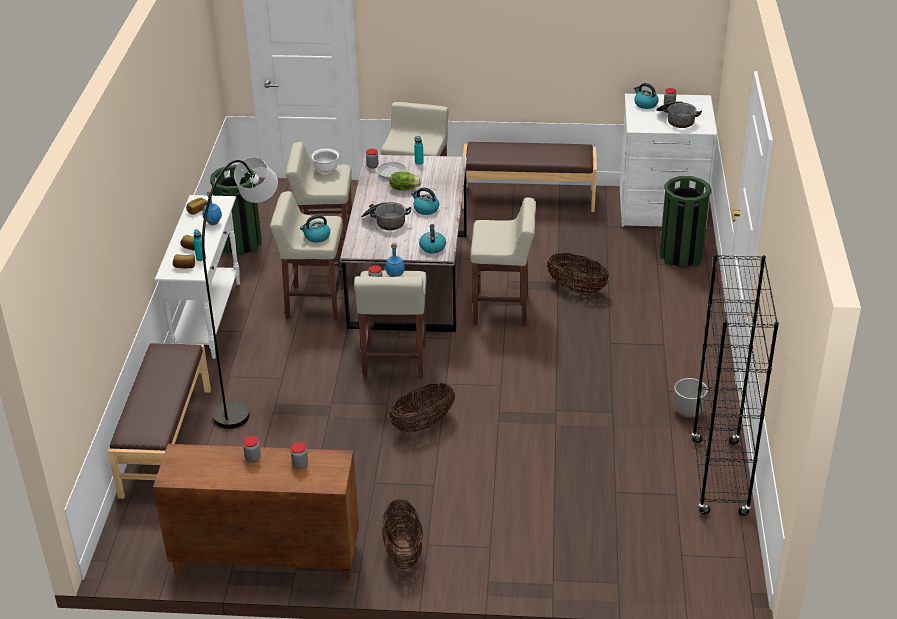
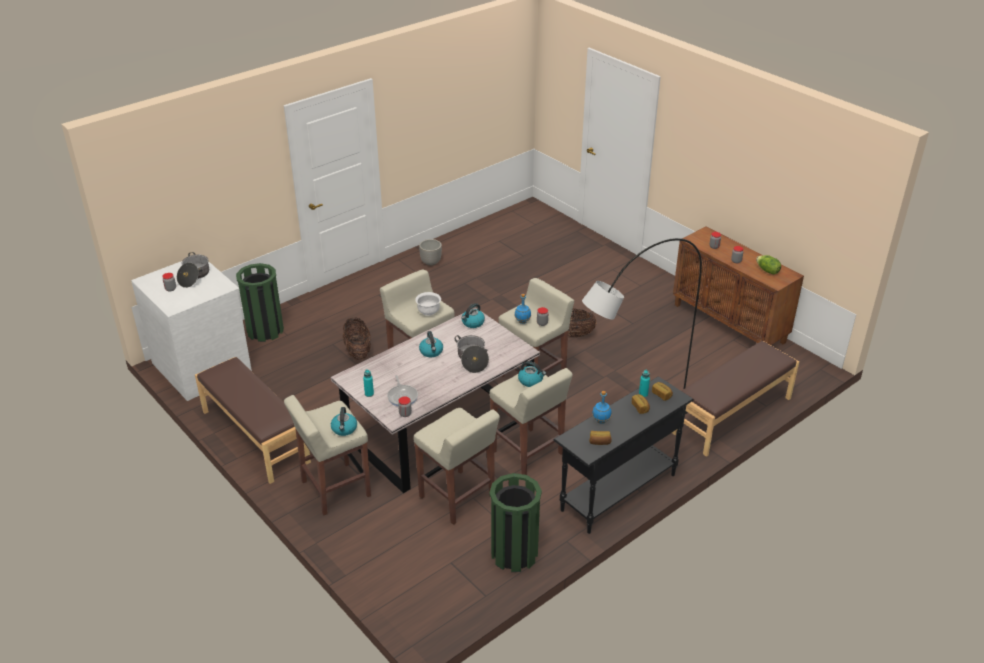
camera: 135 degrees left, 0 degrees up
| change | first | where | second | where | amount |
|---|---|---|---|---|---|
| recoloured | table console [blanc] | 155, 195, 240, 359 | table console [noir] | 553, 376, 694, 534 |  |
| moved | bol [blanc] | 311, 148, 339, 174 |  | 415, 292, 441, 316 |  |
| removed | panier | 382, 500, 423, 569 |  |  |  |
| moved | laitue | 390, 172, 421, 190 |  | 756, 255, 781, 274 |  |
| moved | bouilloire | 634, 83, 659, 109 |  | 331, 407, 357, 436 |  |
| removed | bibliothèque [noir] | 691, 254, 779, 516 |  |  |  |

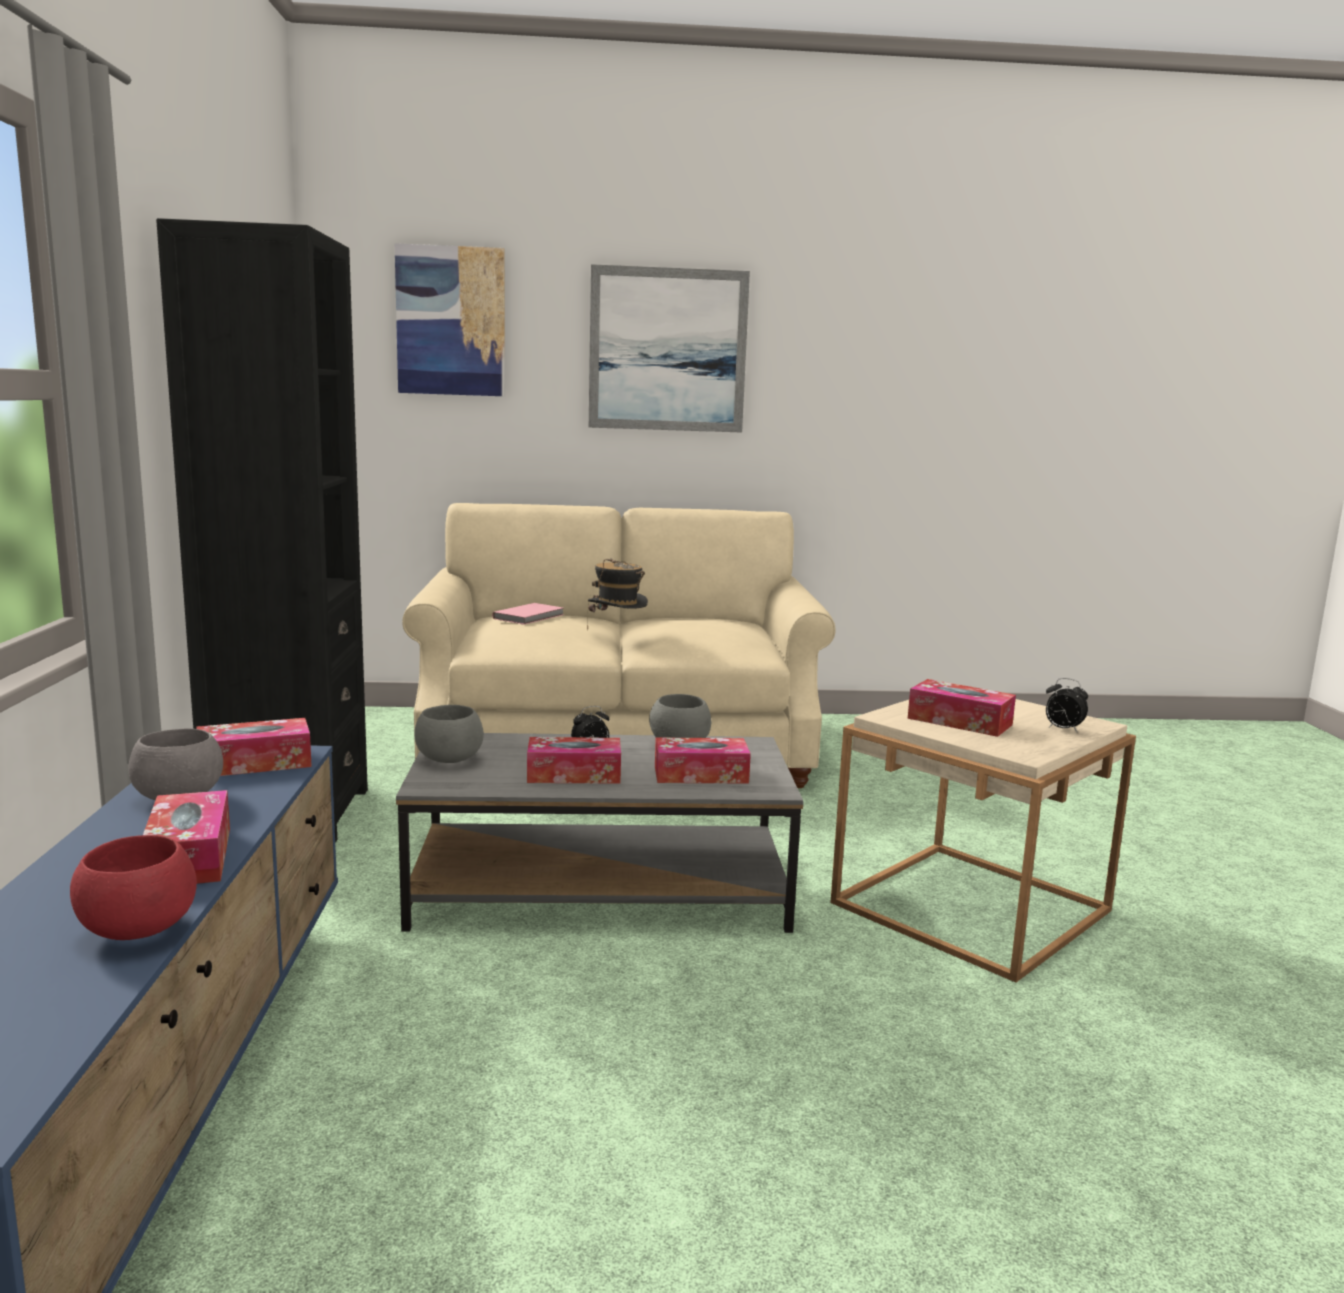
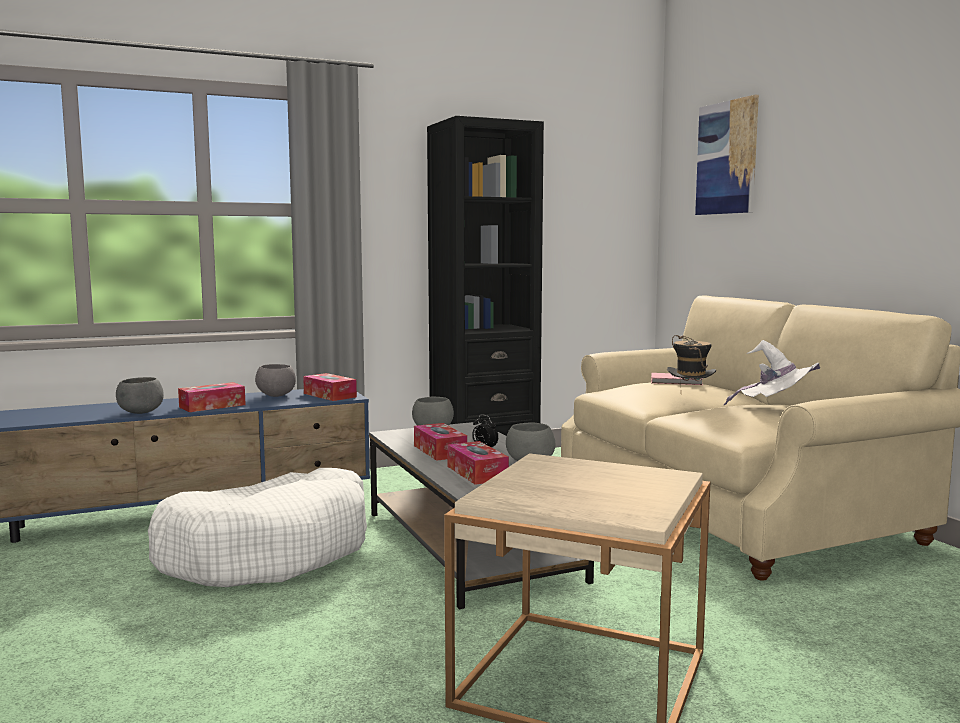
camera: 70 degrees right, 5 degrees down
| change | first | where | second | where | amount |
|---|---|---|---|---|---|
| recoloured | bol [rouge] | 70, 835, 197, 940 | bol [gris] | 116, 377, 164, 414 |  |
| removed | tableau | 589, 264, 750, 433 |  |  |  |
| removed | boîte à mouchoirs | 908, 679, 1016, 737 |  |  |  |
| removed | réveil | 1046, 678, 1088, 732 |  |  |  |
| added |  |  | panier pour chien [blanc] | 148, 468, 367, 587 |  |
| added |  |  | chapeau [blanc] | 724, 340, 820, 405 |  |

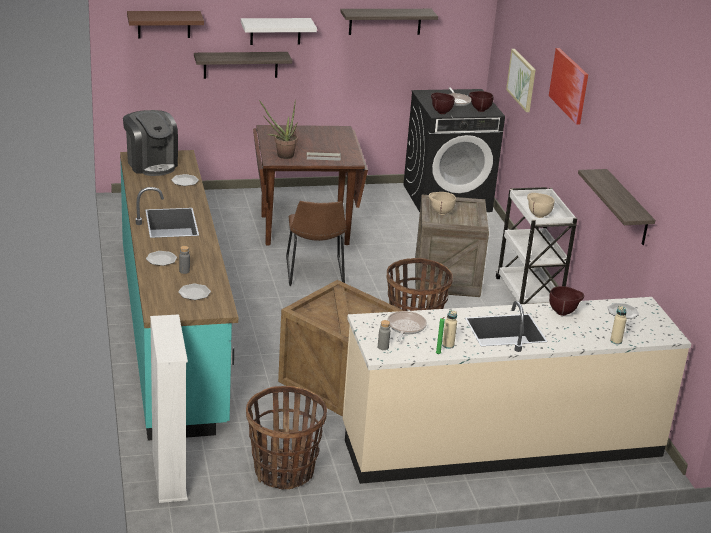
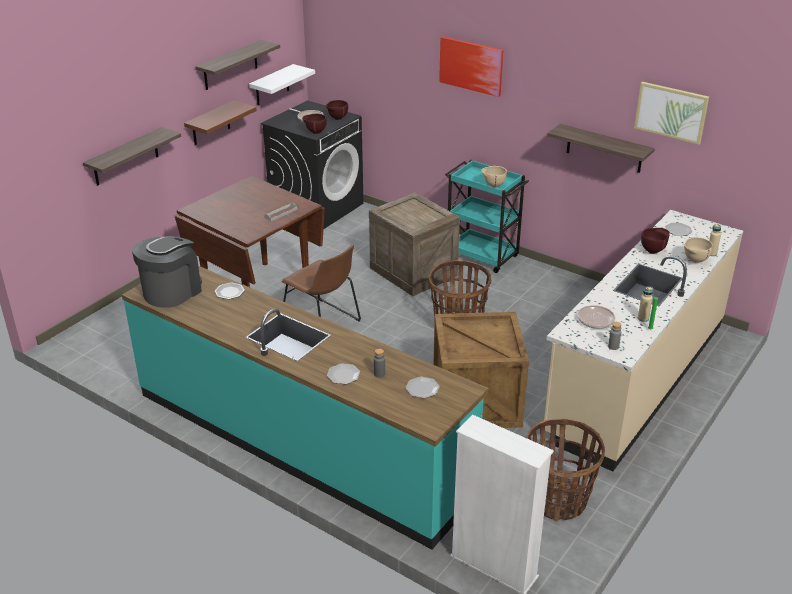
camera: 40 degrees left, 5 degrees up
| change | first | where | second | where | amount |
|---|---|---|---|---|---|
| turned | machine à café | 123, 110, 178, 176 |  | 132, 236, 202, 308 | 75 degrees counterclockwise |
| moved | étagère [marron] | 127, 11, 204, 38 |  | 184, 100, 257, 145 |  |
| moved | étagère [blanc] | 241, 18, 317, 45 |  | 249, 64, 315, 105 |  |
| removed | plante en pot | 259, 100, 298, 159 |  |  |  |
| moved | bol [beige] | 429, 192, 456, 215 |  | 684, 237, 713, 263 |  |
| recoloured | chariot [blanc] | 496, 187, 577, 304 | chariot [turquoise] | 445, 160, 529, 273 |  |
| moved | tableau | 506, 49, 536, 112 |  | 634, 82, 709, 145 |  |

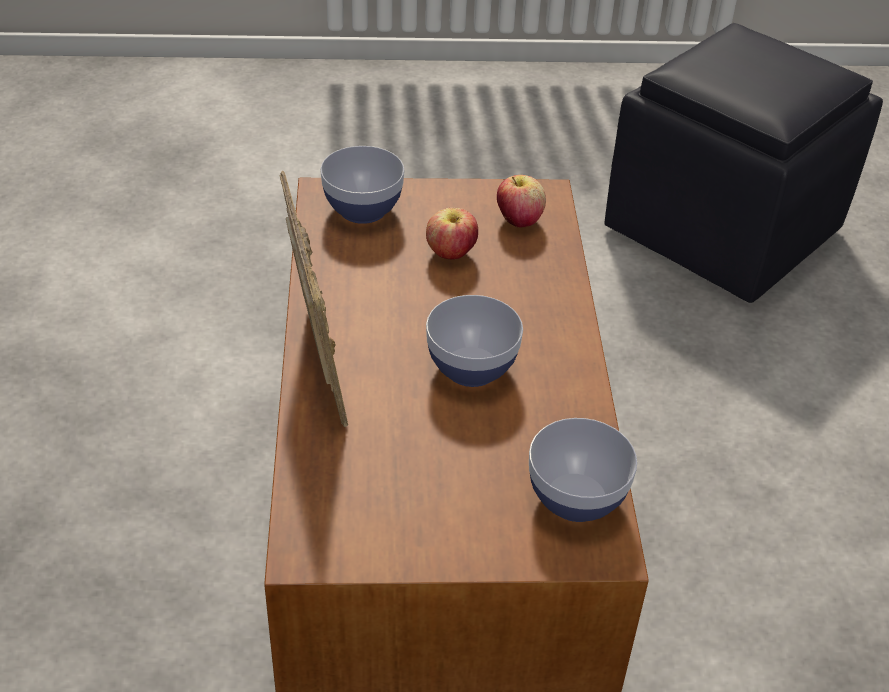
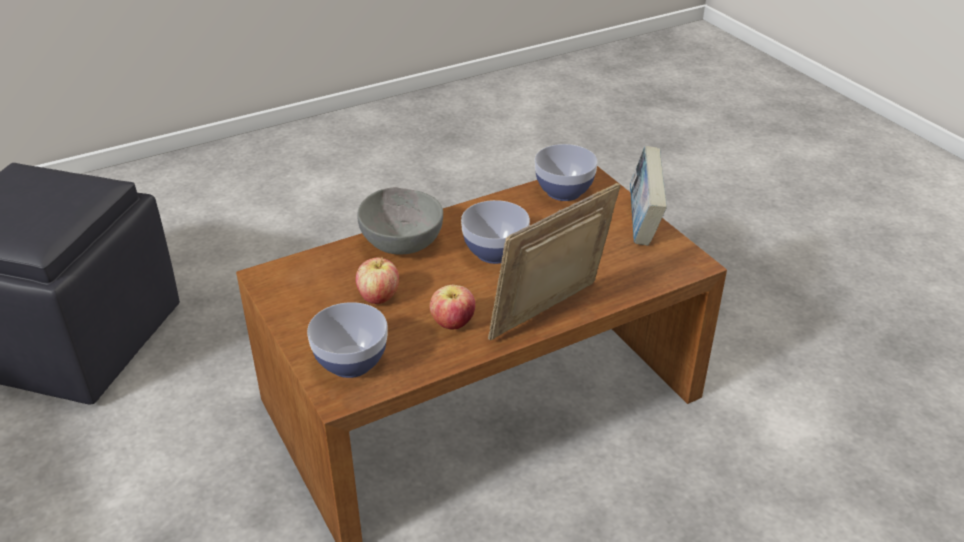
camera: 115 degrees left, 5 degrees down
| change | first | where | second | where | amount |
|---|---|---|---|---|---|
| moved | pomme | 497, 175, 546, 228 |  | 430, 285, 475, 329 |  |
| added |  |  | bol [gris] | 357, 187, 443, 255 |  |
| added |  |  | livre | 630, 146, 667, 245 |  |

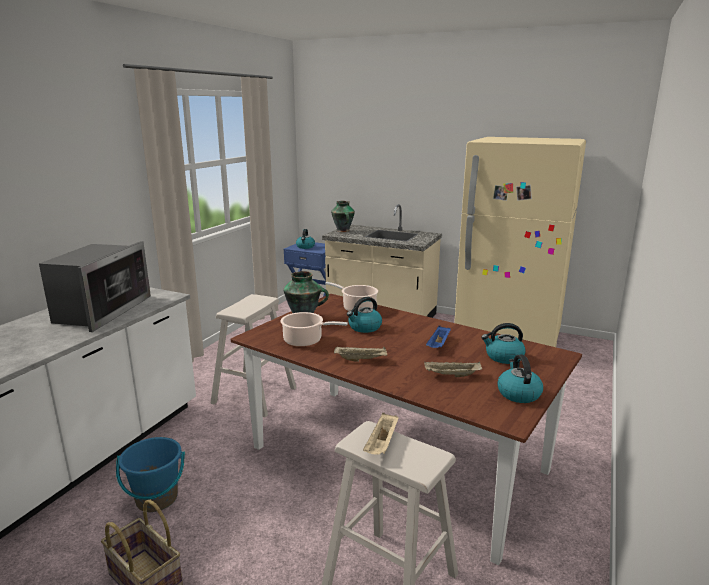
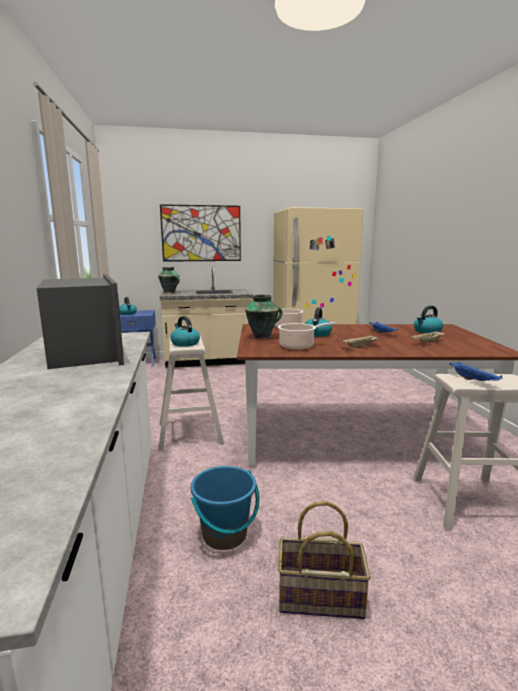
camera: 35 degrees left, 5 degrees down
| change | first | where | second | where | amount |
|---|---|---|---|---|---|
| recoloured | plateau [beige] | 363, 412, 399, 455 | plateau [bleu] | 449, 362, 502, 381 |  |
| moved | bouilloire | 497, 355, 543, 403 |  | 170, 316, 200, 347 |  |
| added |  |  | tableau | 160, 204, 241, 262 |  |

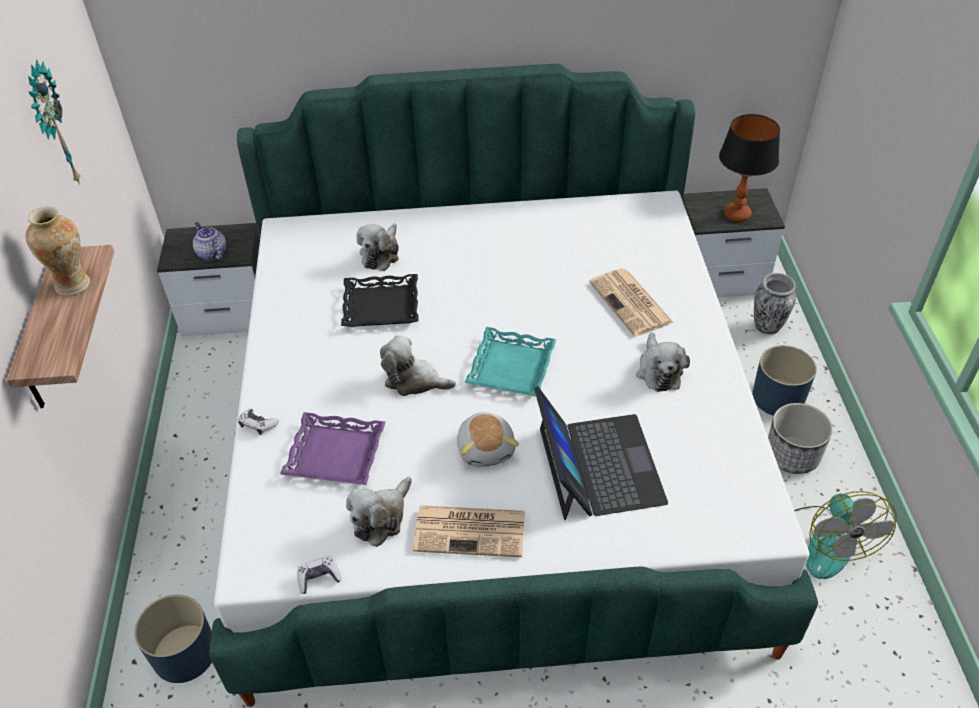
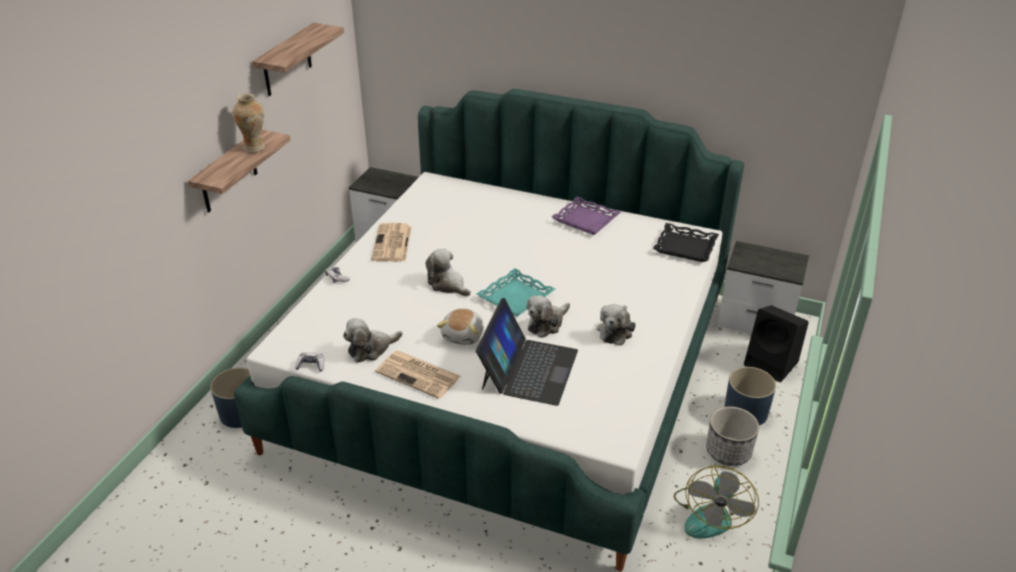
camera: 25 degrees right, 10 degrees down
| change | first | where | second | where | amount |
|---|---|---|---|---|---|
| replaced | horloge murale | 28, 60, 81, 185 | étagère | 252, 23, 344, 96 |  |
| removed | théière | 193, 222, 226, 261 |  |  |  |
| moved | plateau [violet] | 280, 412, 386, 485 |  | 552, 196, 621, 235 |  |
| moved | plateau [noir] | 341, 274, 419, 327 |  | 653, 223, 719, 262 |  |
| moved | peluche | 356, 223, 399, 271 |  | 526, 295, 570, 338 |  |
| moved | journal | 589, 269, 674, 336 |  | 371, 223, 411, 262 |  |
| removed | lampe de table | 719, 114, 780, 222 |  |  |  |
| replaced | vase | 754, 273, 796, 334 | enceinte [noir] | 744, 305, 809, 383 |  |

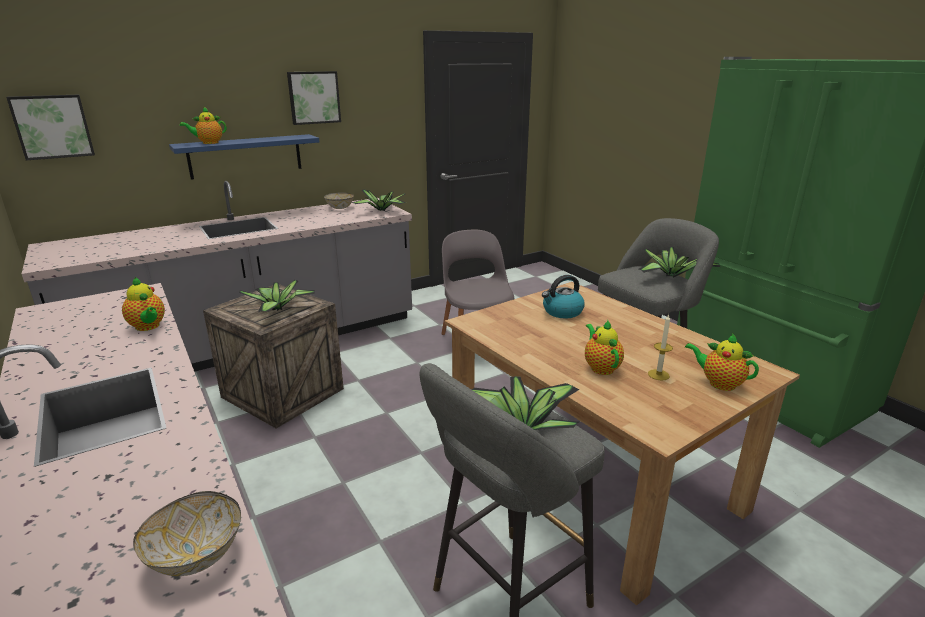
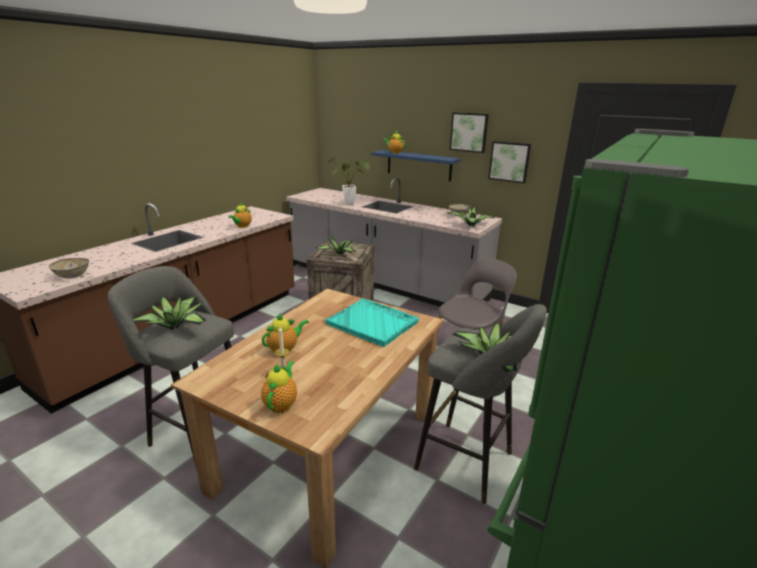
camera: 65 degrees right, 0 degrees up
| change | first | where | second | where | amount |
|---|---|---|---|---|---|
| moved | tableau | 6, 94, 95, 160 |  | 488, 141, 531, 183 |  |
| replaced | bouilloire | 542, 275, 585, 318 | plateau [turquoise] | 325, 298, 419, 347 |  |
| added |  |  | plante en pot | 328, 158, 369, 205 |  |

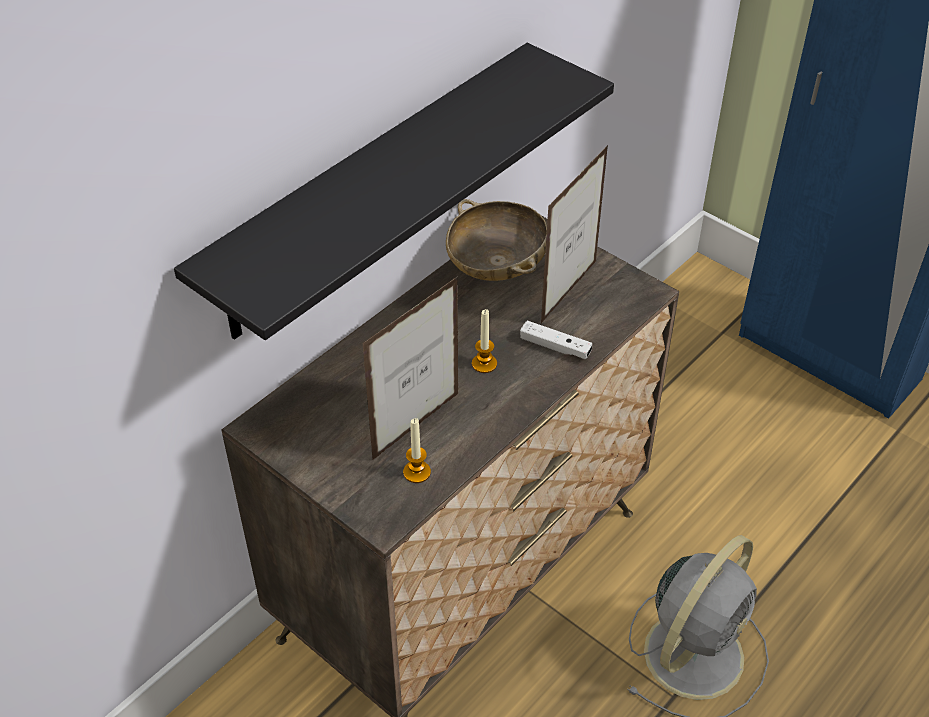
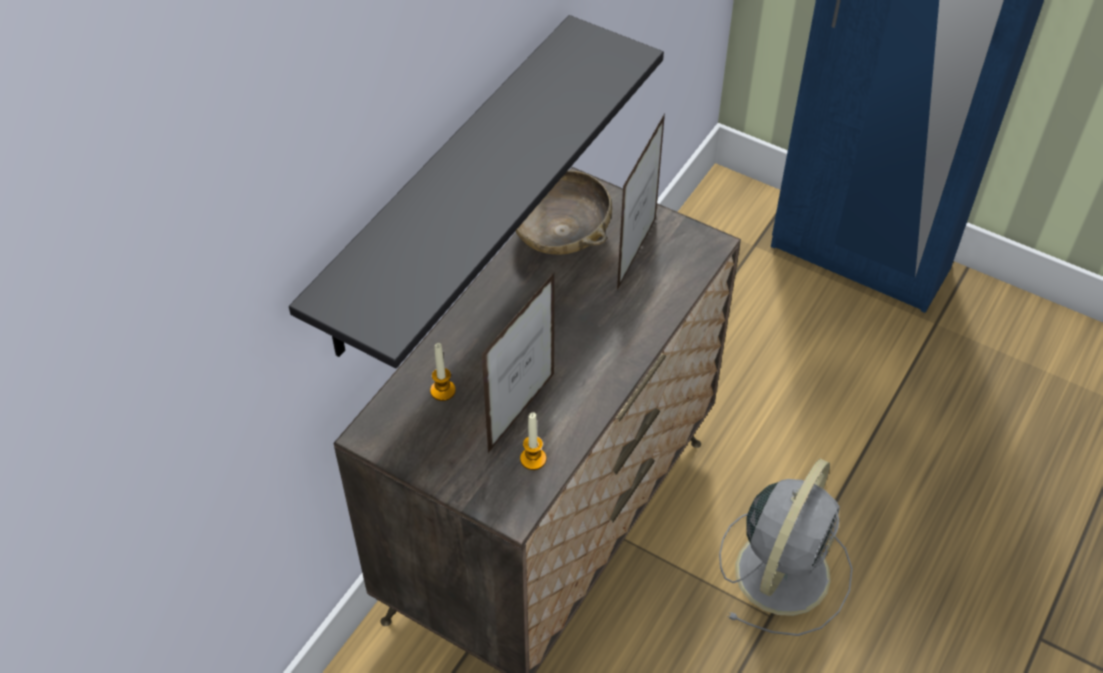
camera: 10 degrees left, 5 degrees up
| change | first | where | second | where | amount |
|---|---|---|---|---|---|
| moved | bougie | 472, 309, 497, 373 |  | 430, 343, 456, 401 |  |
| removed | manette [blanc] | 520, 320, 592, 359 |  |  |  |

